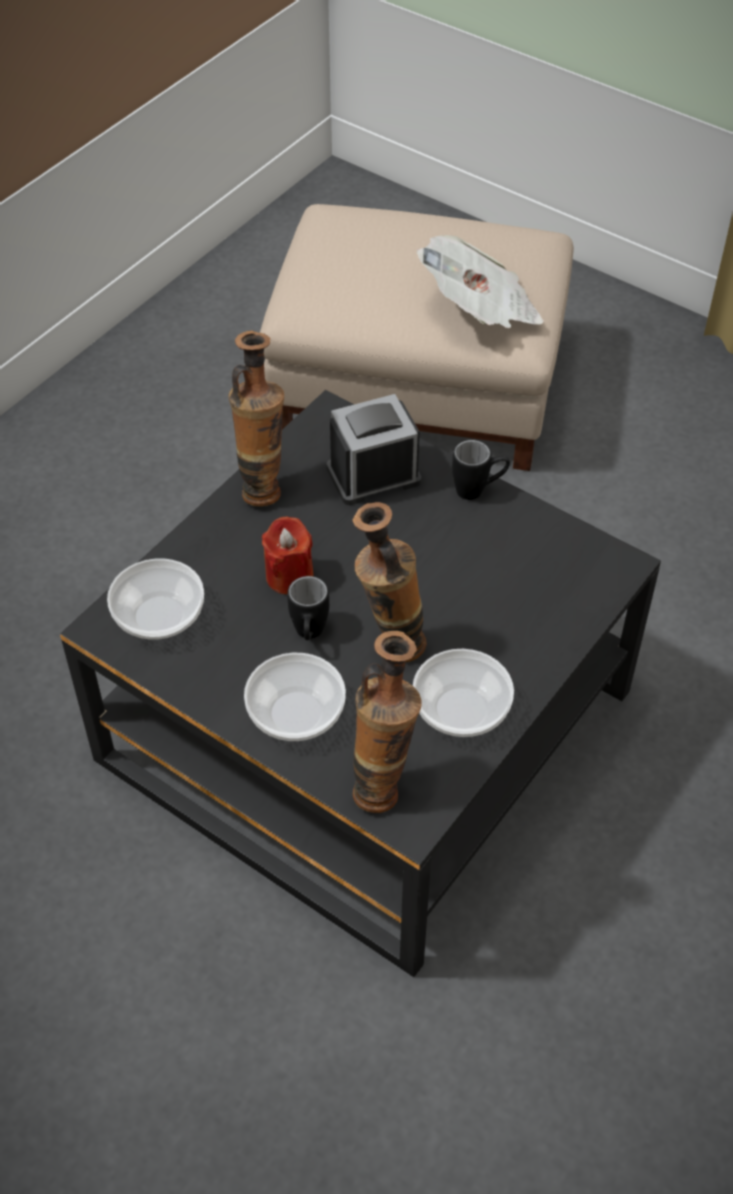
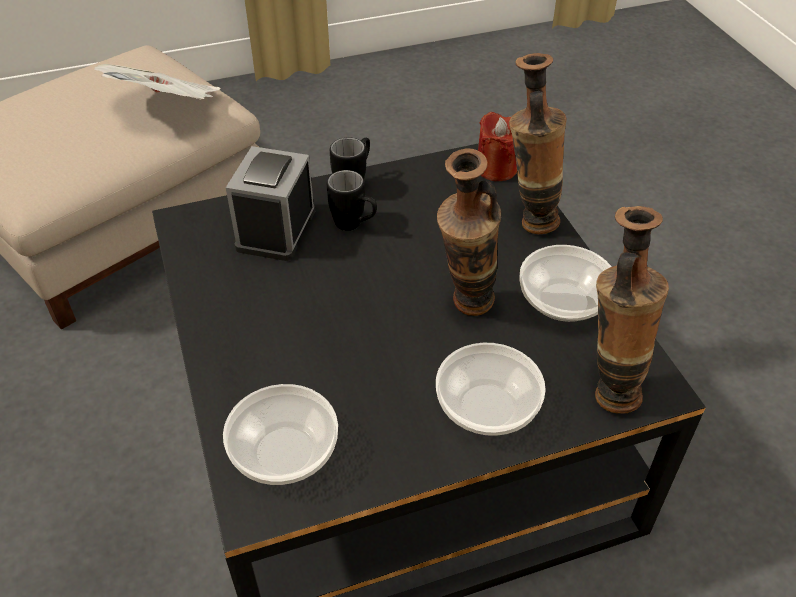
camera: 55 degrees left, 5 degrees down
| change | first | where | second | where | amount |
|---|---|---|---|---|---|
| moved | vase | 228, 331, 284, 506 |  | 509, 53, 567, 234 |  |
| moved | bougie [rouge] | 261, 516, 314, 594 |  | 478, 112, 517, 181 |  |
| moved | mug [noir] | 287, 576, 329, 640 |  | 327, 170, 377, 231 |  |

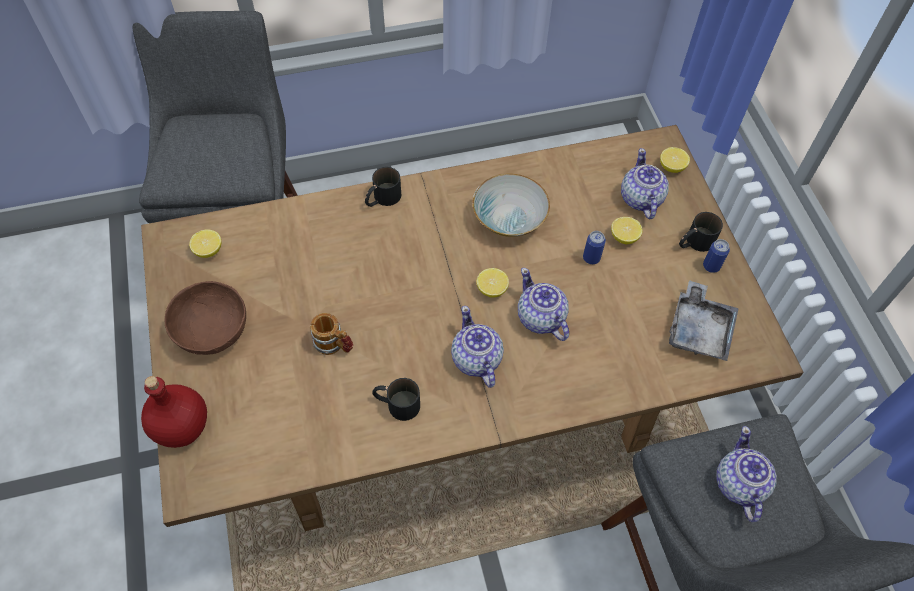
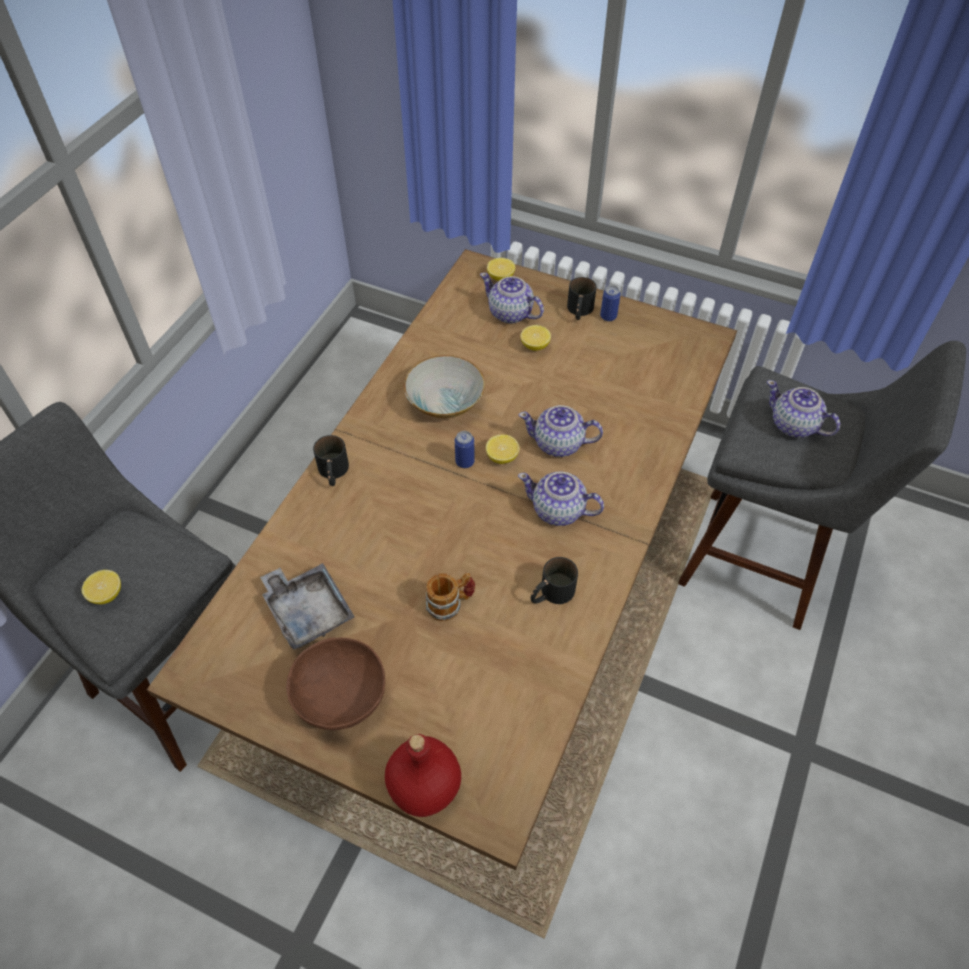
camera: 50 degrees left, 5 degrees down
| change | first | where | second | where | amount |
|---|---|---|---|---|---|
| moved | citron | 189, 229, 221, 258 |  | 82, 570, 121, 604 |  |
| moved | boîte métallique | 583, 231, 606, 264 |  | 455, 431, 475, 468 |  |
| moved | plateau [gris] | 669, 280, 739, 361 |  | 260, 563, 355, 650 |  |

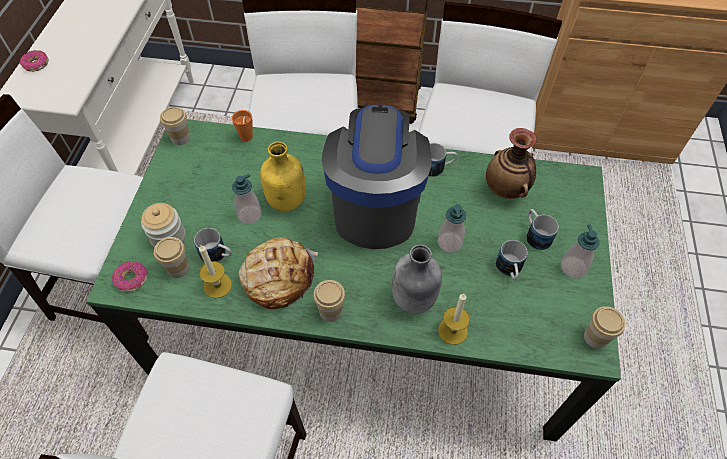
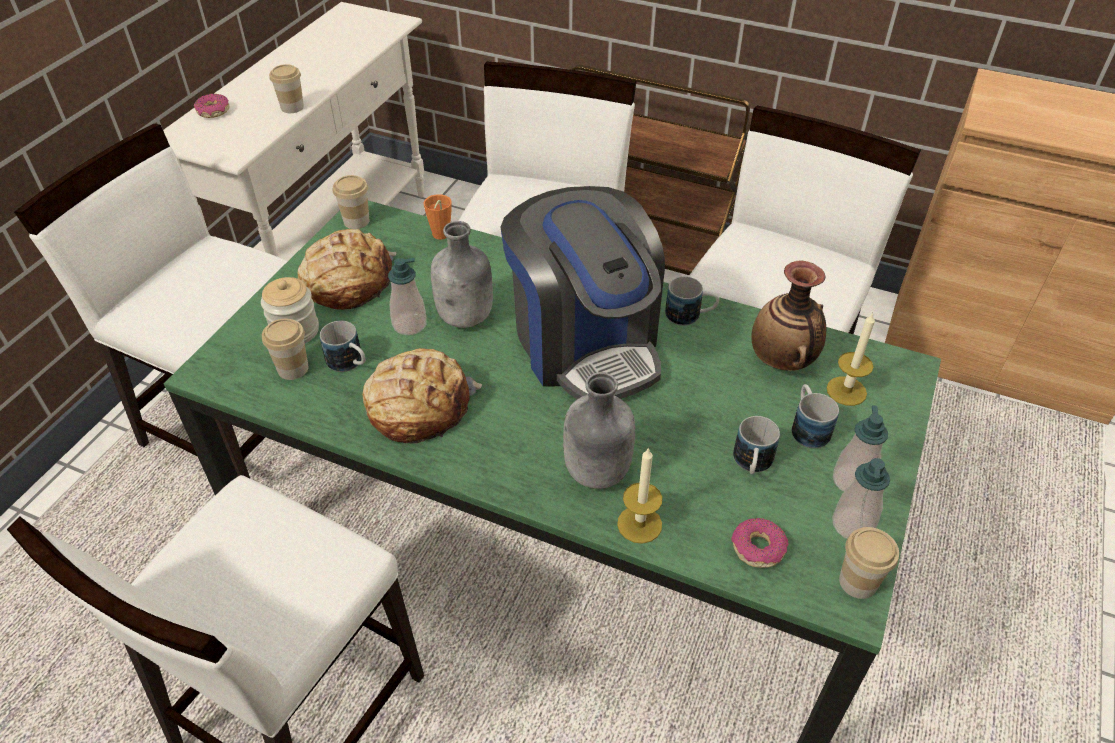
camera: 15 degrees right, 10 degrees down
| change | first | where | second | where | amount |
|---|---|---|---|---|---|
| moved | beignet | 112, 261, 148, 292 |  | 731, 518, 789, 568 |  |
| moved | bougie | 199, 244, 232, 298 |  | 827, 313, 875, 406 |  |
| recoloured | bouteille [jaune] | 260, 142, 306, 211 | bouteille [gris] | 431, 221, 493, 328 |  |
| moved | tasse | 313, 280, 345, 322 |  | 269, 64, 304, 113 |  |
| turned | machine à café | 322, 105, 432, 249 |  | 500, 186, 665, 400 | 135 degrees clockwise |
| moved | distributeur de savon | 437, 204, 466, 253 |  | 832, 458, 890, 539 |  |
| added |  |  | pain | 298, 229, 396, 310 |  |

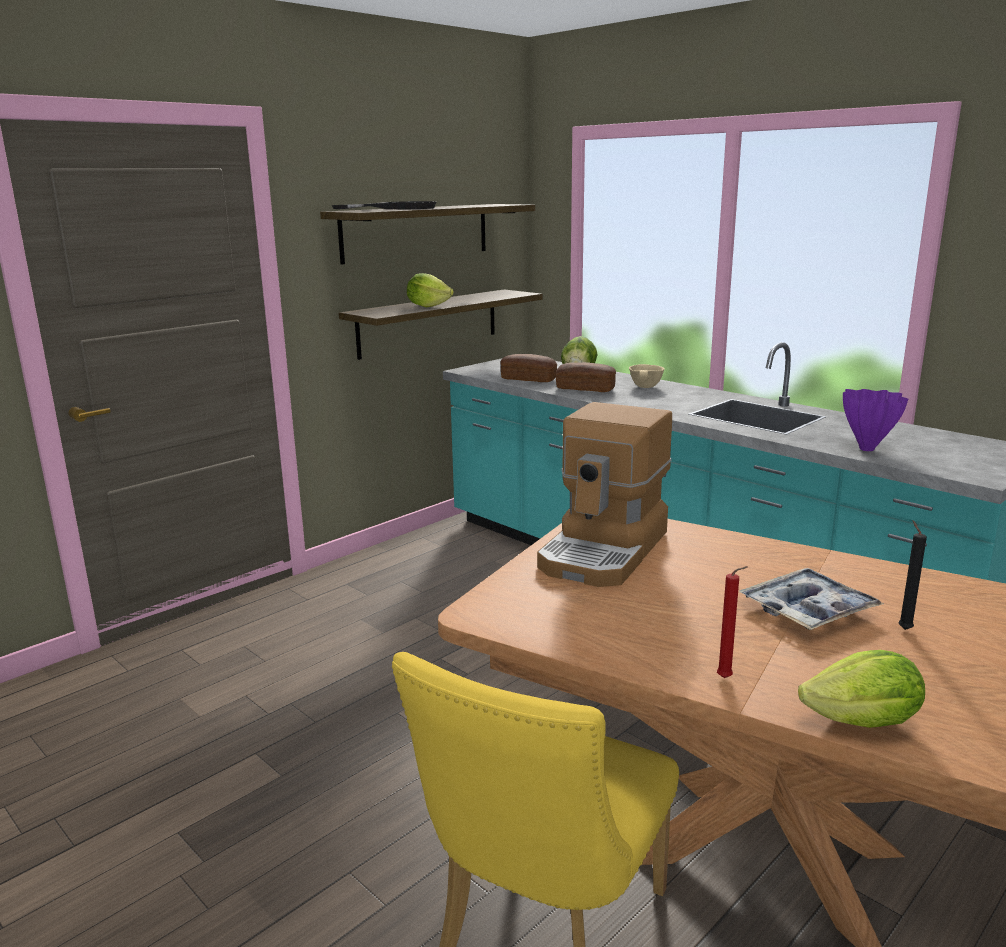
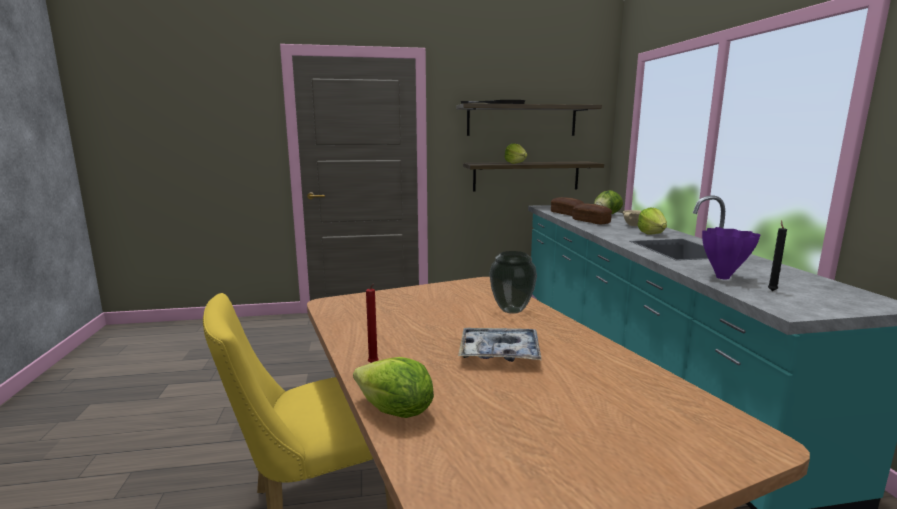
camera: 35 degrees right, 5 degrees down
| change | first | where | second | where | amount |
|---|---|---|---|---|---|
| removed | machine à café | 537, 402, 672, 587 |  |  |  |
| moved | bougie [noir] | 898, 520, 927, 630 |  | 768, 220, 787, 291 |  |
| added |  |  | vase | 489, 251, 537, 314 |  |
| added |  |  | laitue | 637, 208, 667, 234 |  |

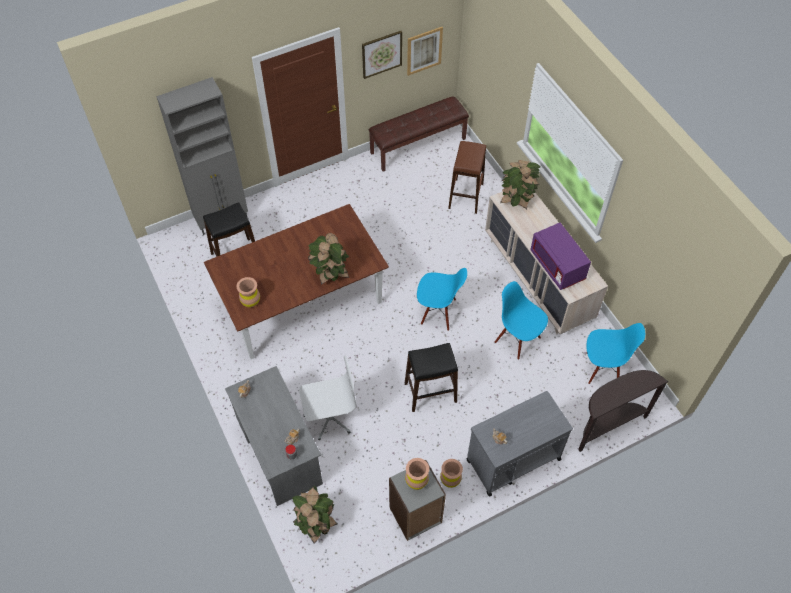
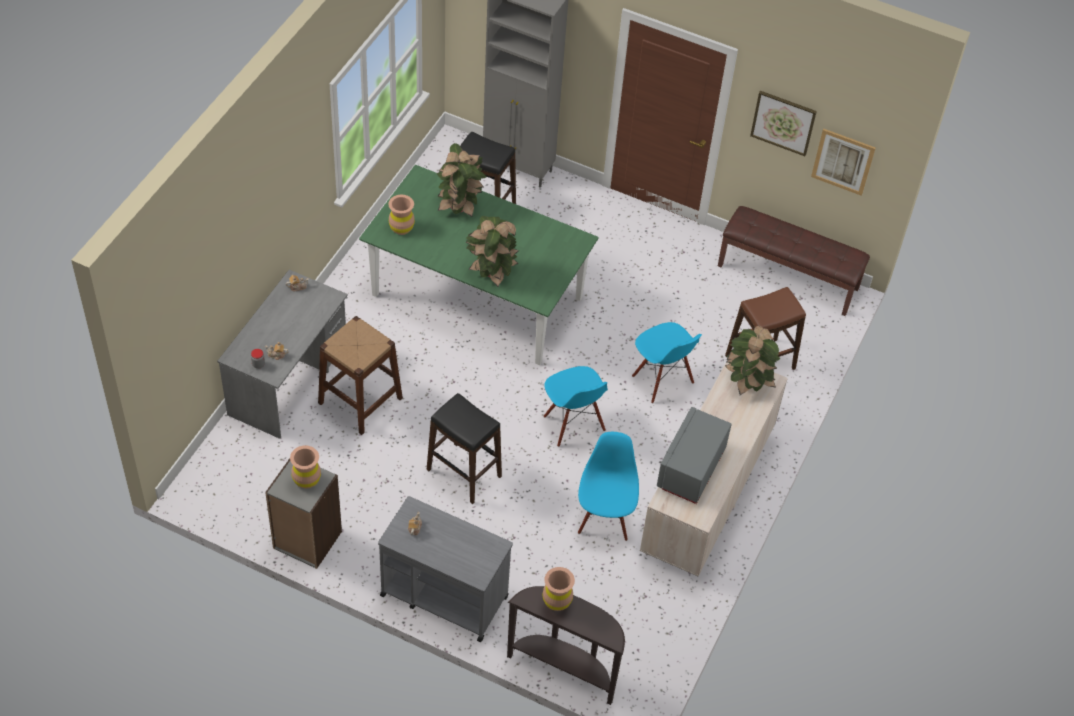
camera: 50 degrees right, 5 degrees down
| change | first | where | second | where | amount |
|---|---|---|---|---|---|
| recoloured | table à manger [marron] | 204, 204, 389, 359 | table à manger [vert] | 359, 165, 599, 365 |  |
| moved | plante en pot | 292, 486, 337, 544 |  | 437, 143, 486, 217 |  |
| replaced | chaise de bureau [blanc] | 299, 356, 357, 440 | tabouret [marron] | 318, 316, 403, 435 |  |
| moved | vase [marron] | 440, 459, 463, 488 |  | 543, 567, 575, 611 |  |
| recoloured | micro-ondes [violet] | 530, 223, 591, 290 | micro-ondes [gris] | 657, 407, 732, 504 |  |
| moved | chaise [bleu] | 586, 323, 645, 384 |  | 632, 322, 702, 403 |  |

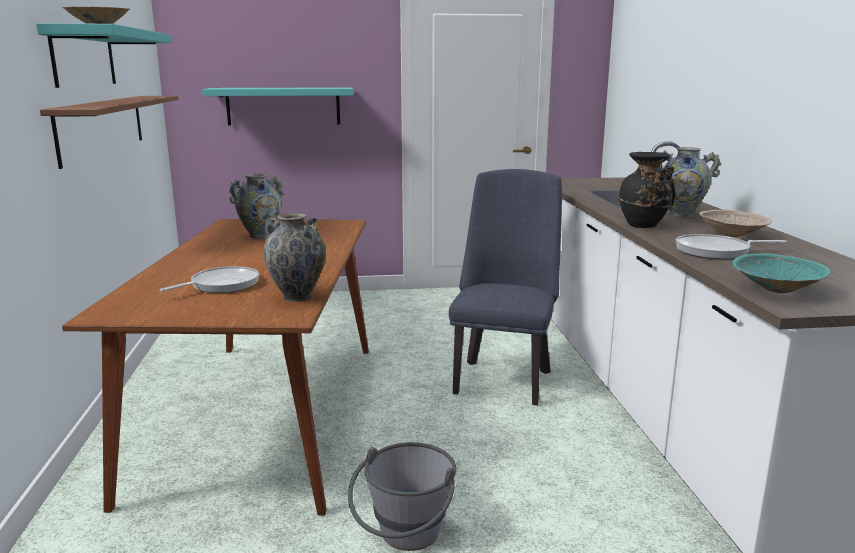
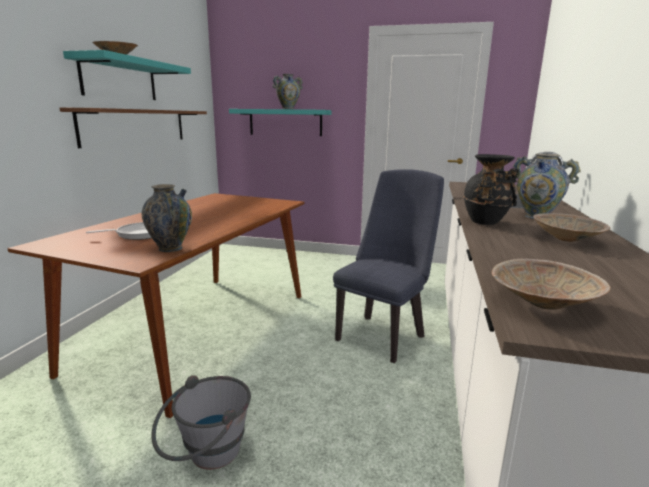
camera: 20 degrees right, 0 degrees up
| change | first | where | second | where | amount |
|---|---|---|---|---|---|
| moved | vase | 229, 174, 283, 239 |  | 273, 74, 303, 109 |  |
| removed | poêle | 676, 234, 787, 260 |  |  |  |
| recoloured | bol [turquoise] | 732, 253, 830, 293 | bol [beige] | 492, 259, 611, 310 |  |

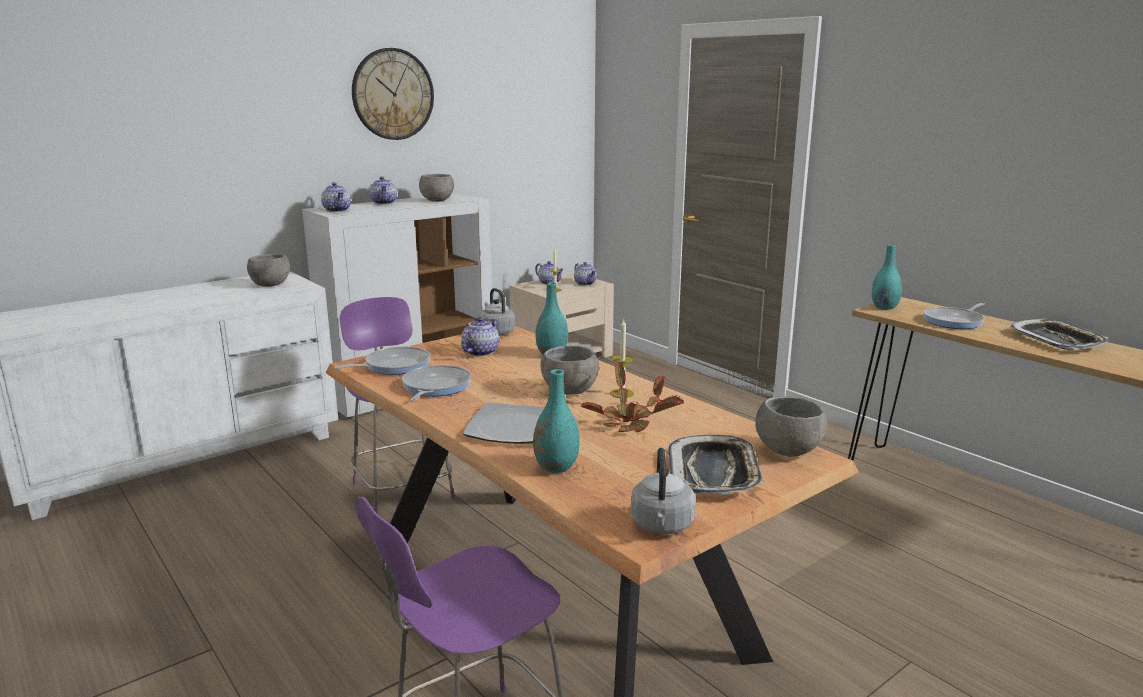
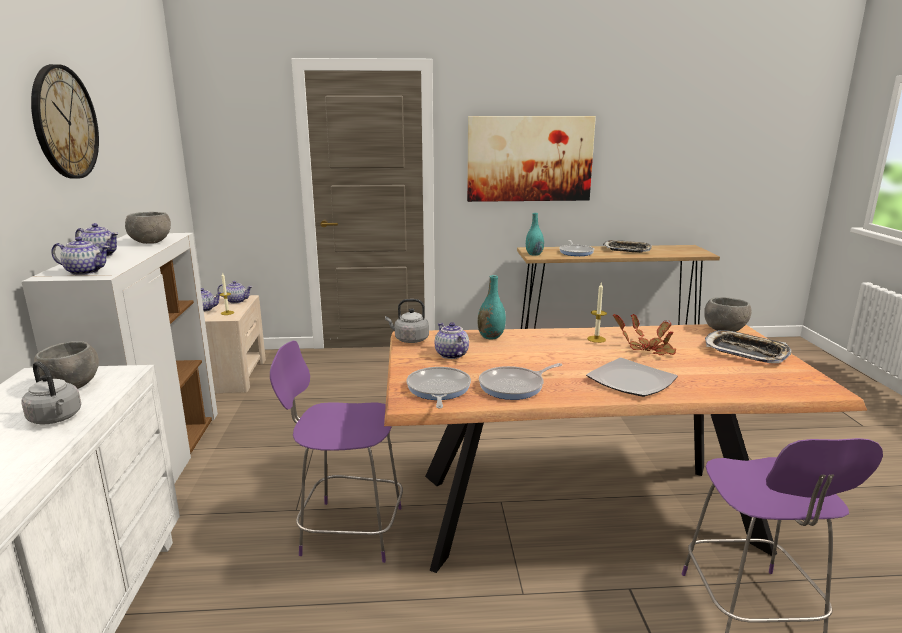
camera: 55 degrees left, 0 degrees up
| change | first | where | second | where | amount |
|---|---|---|---|---|---|
| turned | poêle | 402, 365, 471, 402 |  | 479, 363, 562, 400 | 75 degrees counterclockwise |
| removed | vase [turquoise] | 533, 369, 580, 473 |  |  |  |
| removed | bol [gris] | 540, 345, 599, 395 |  |  |  |
| moved | bouilloire [gris] | 631, 448, 696, 534 |  | 21, 361, 81, 425 |  |
| added |  |  | tableau | 467, 116, 596, 202 |  |

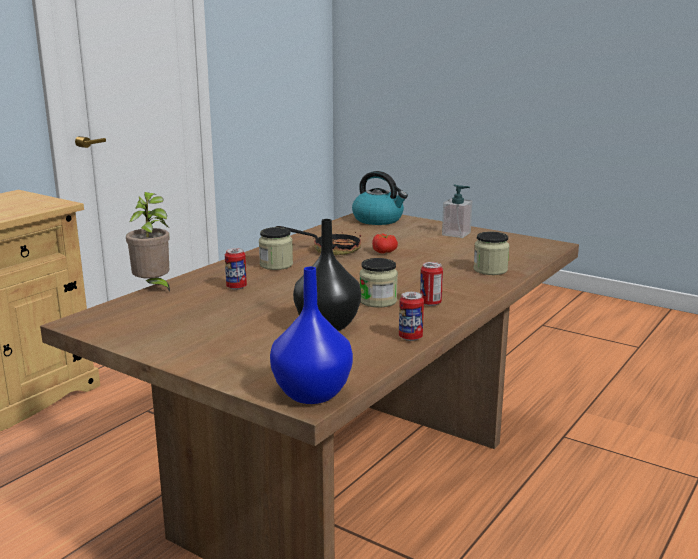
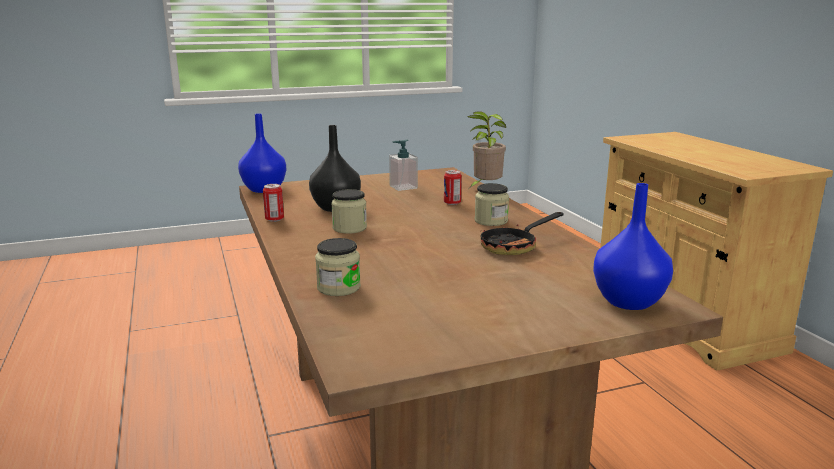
camera: 125 degrees right, 0 degrees up
| change | first | where | second | where | amount |
|---|---|---|---|---|---|
| replaced | bouilloire | 352, 171, 408, 225 | vase [bleu] | 593, 183, 673, 310 |  |
| removed | tomate | 372, 234, 398, 254 |  |  |  |
| removed | boîte métallique | 420, 262, 443, 306 |  |  |  |
| moved | distributeur de savon | 442, 185, 472, 238 |  | 389, 140, 418, 191 |  |

